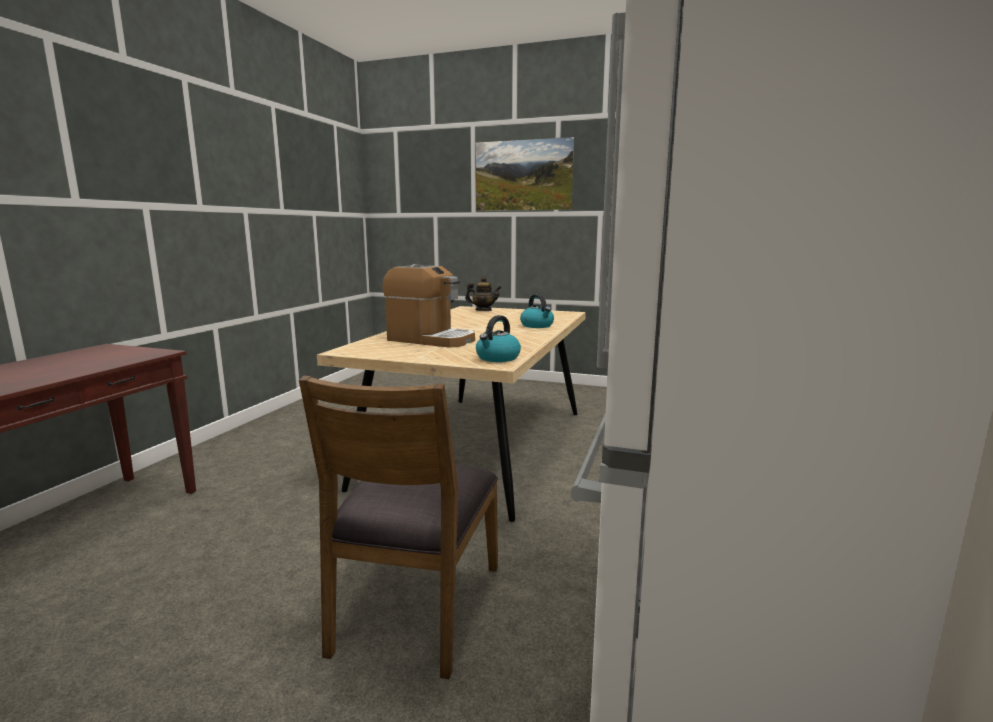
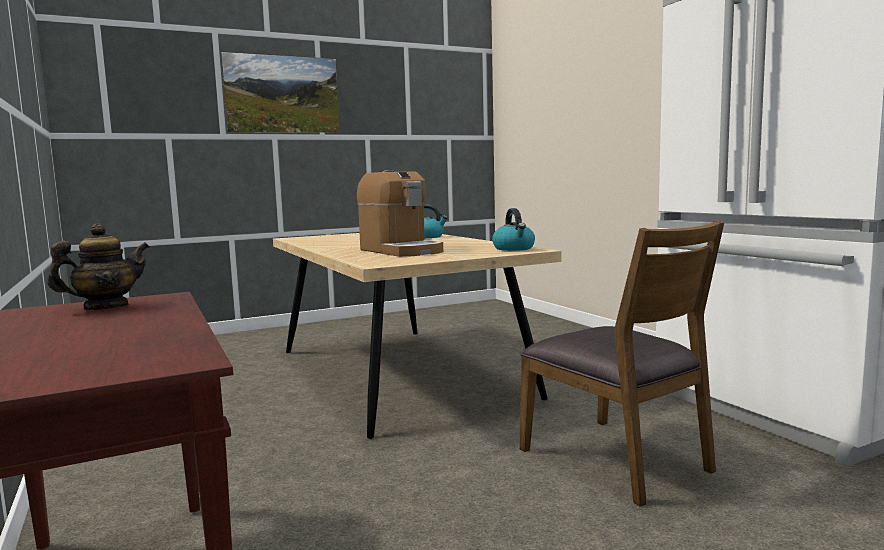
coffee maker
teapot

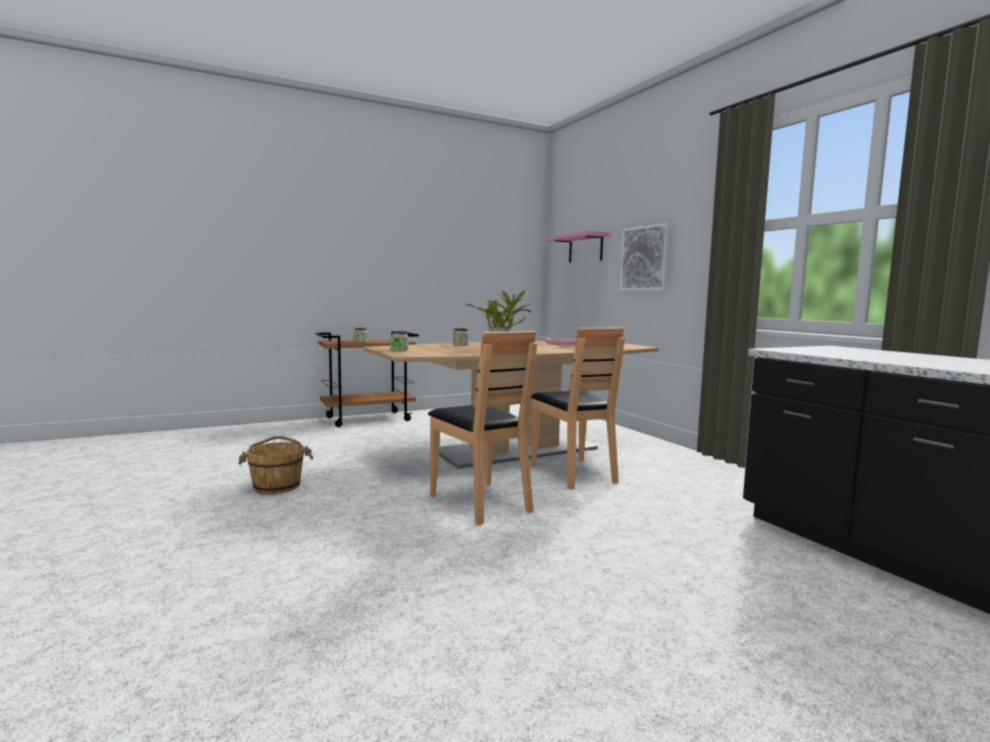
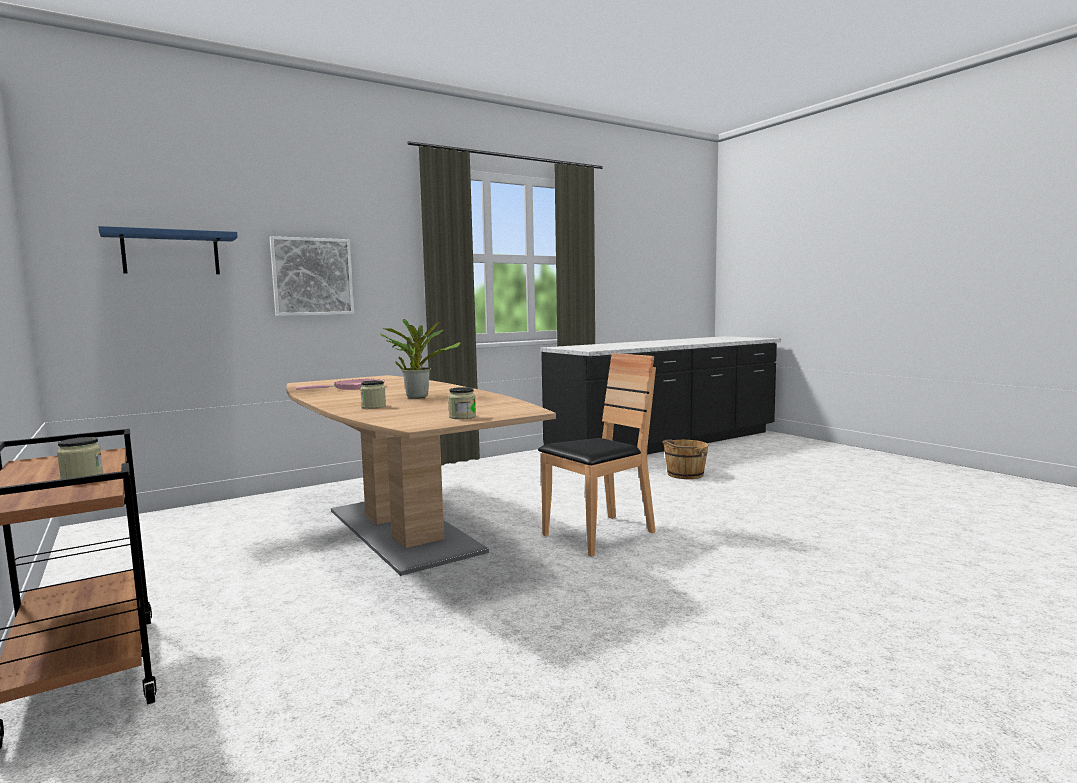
pail (brown)
plain chair (brown) (no. 2 from left in the first image)
bracket shelf (bluish)

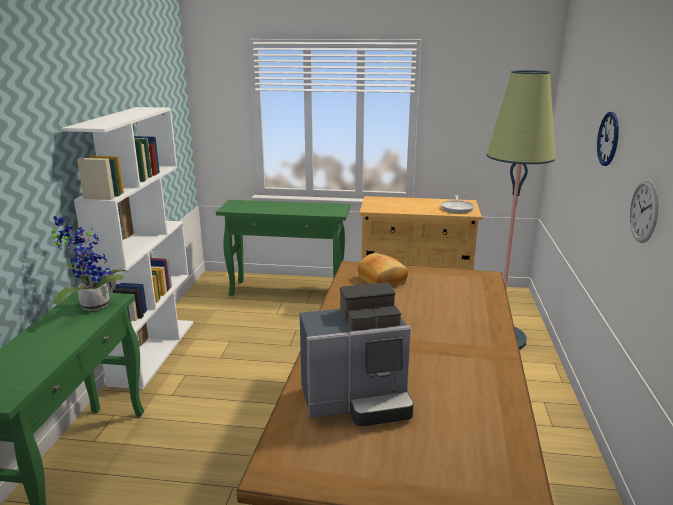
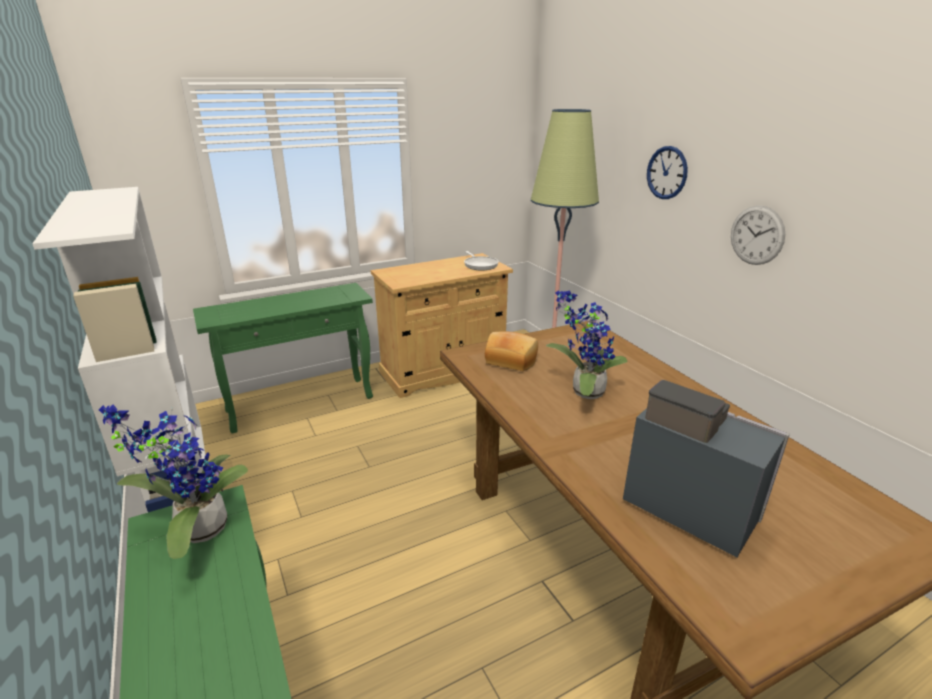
coffee maker
plant in a pot (no. 2 from left)

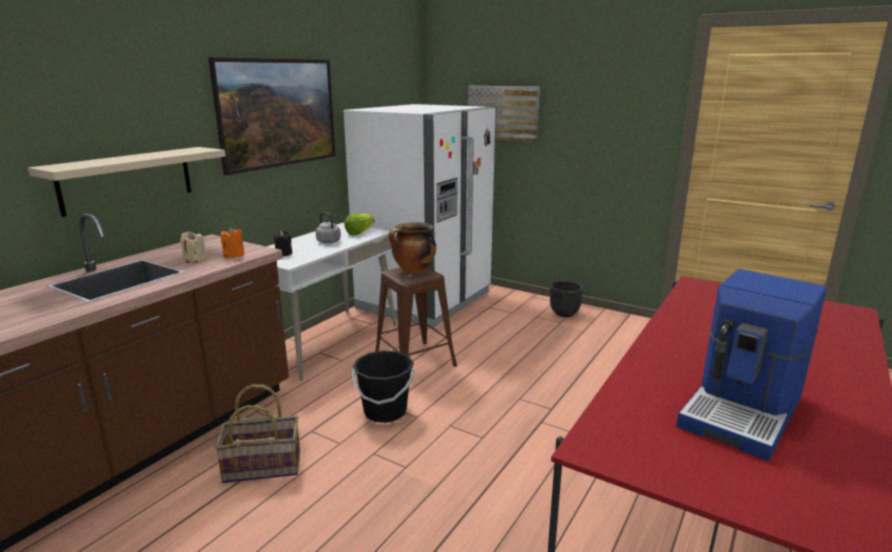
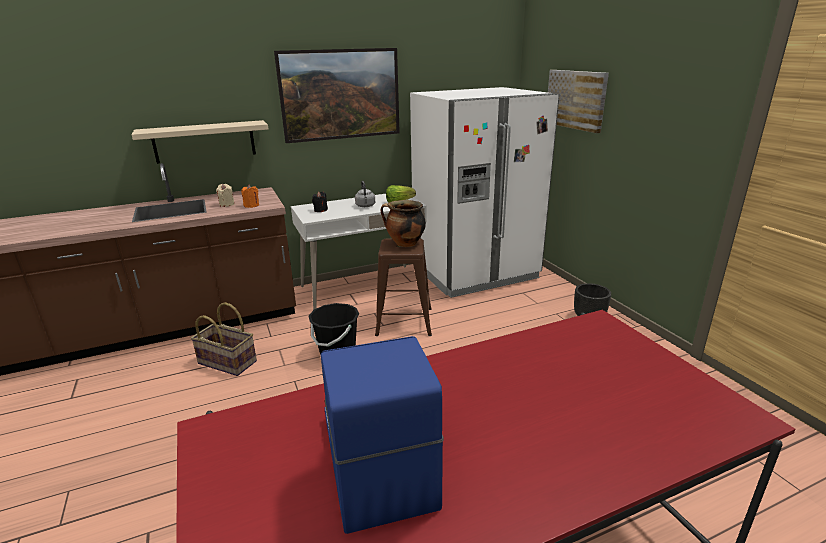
coffee maker

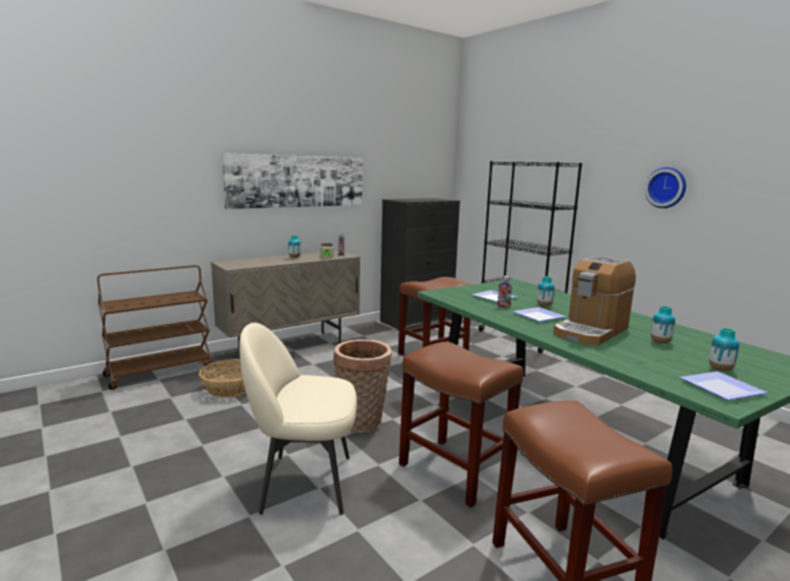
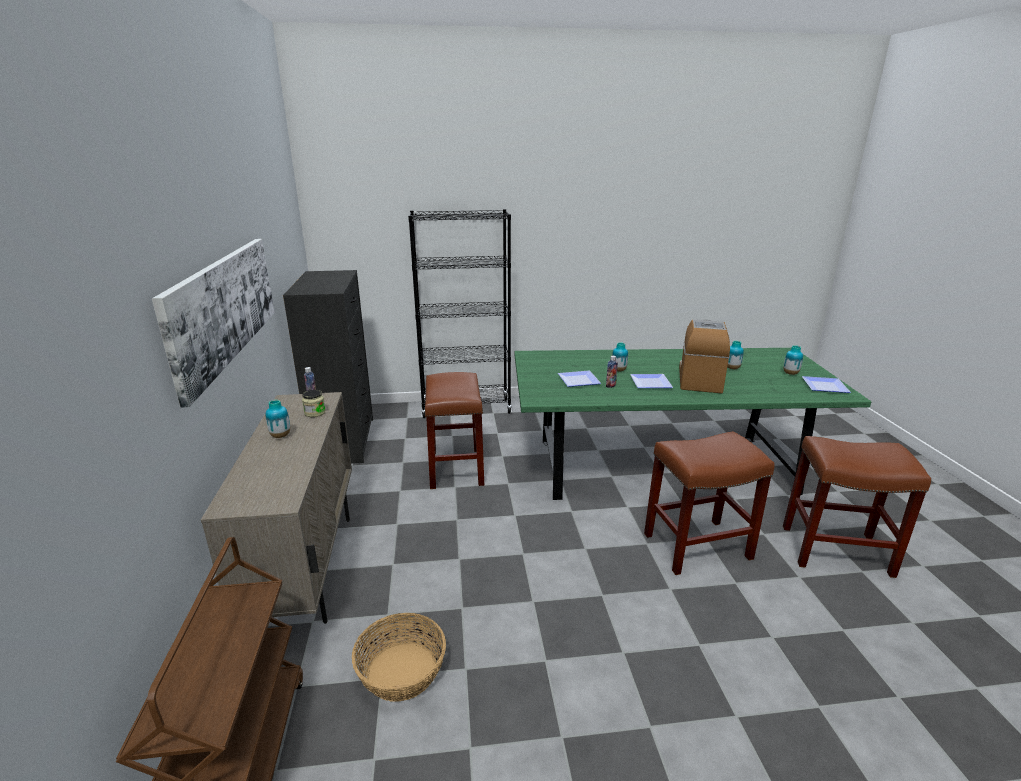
plain chair (sand-coloured)
basket (no. 2 from left in the first image)
coffee maker
wall clock

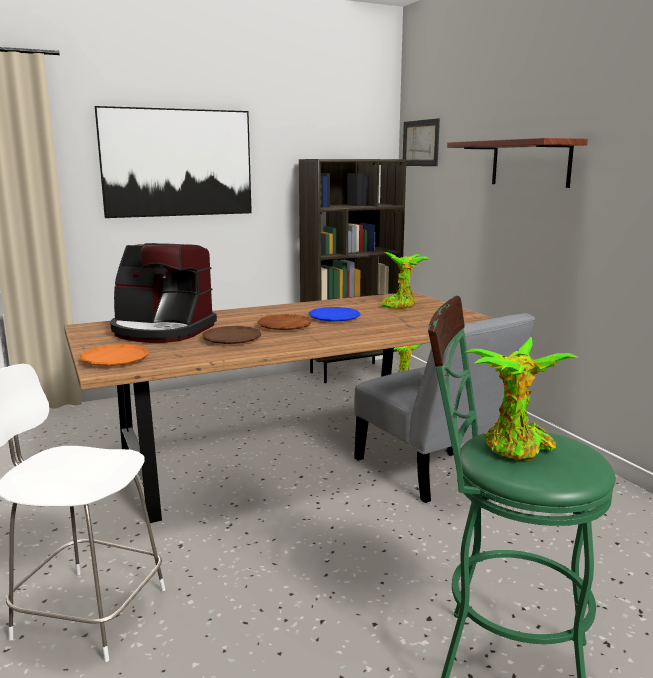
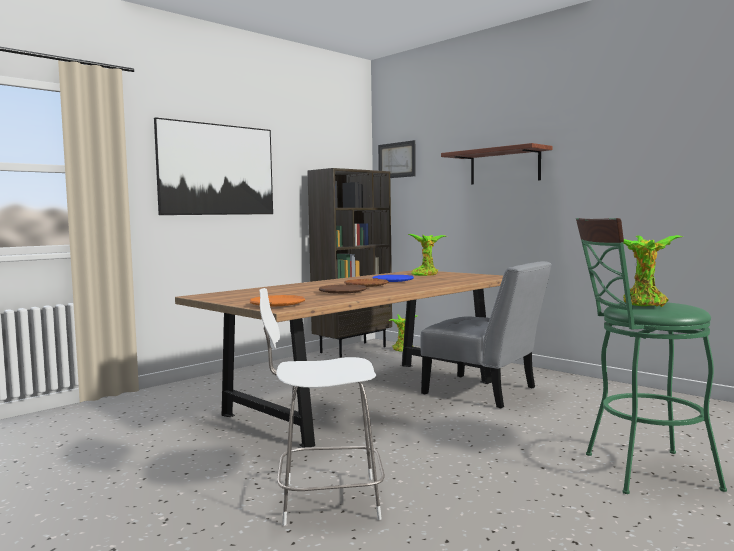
coffee maker

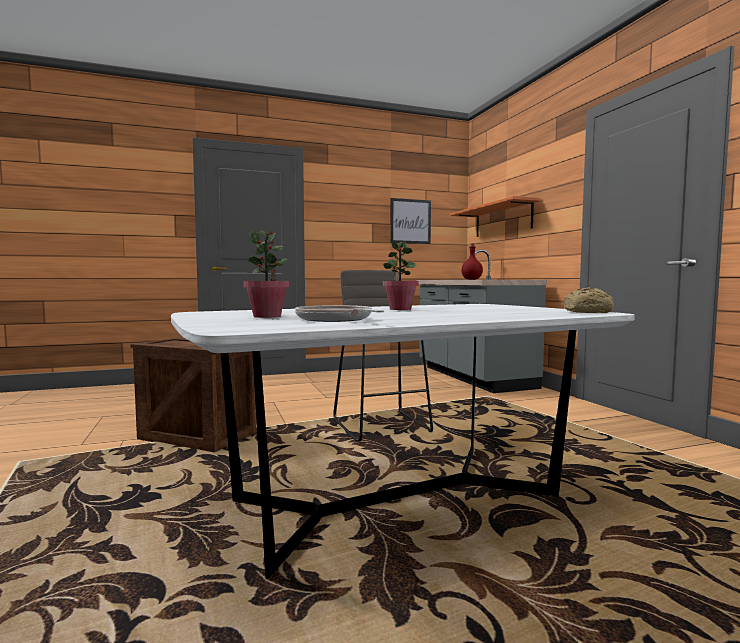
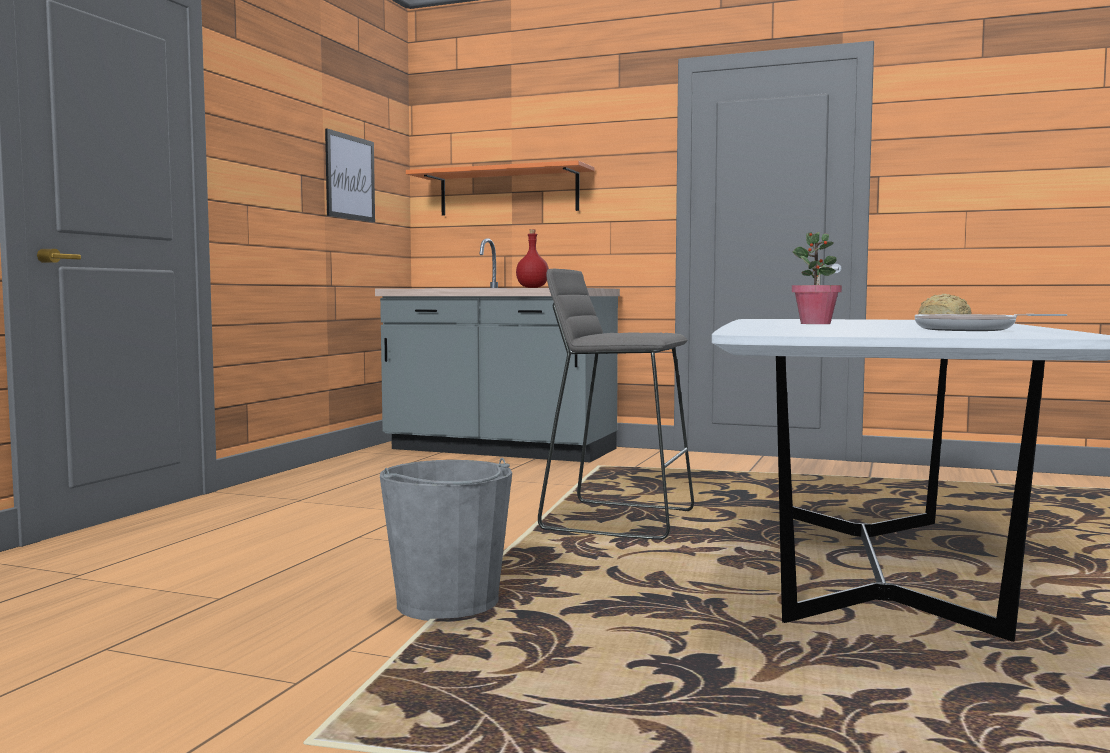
pail (grey)
plant in a pot (no. 1 from left in the first image)

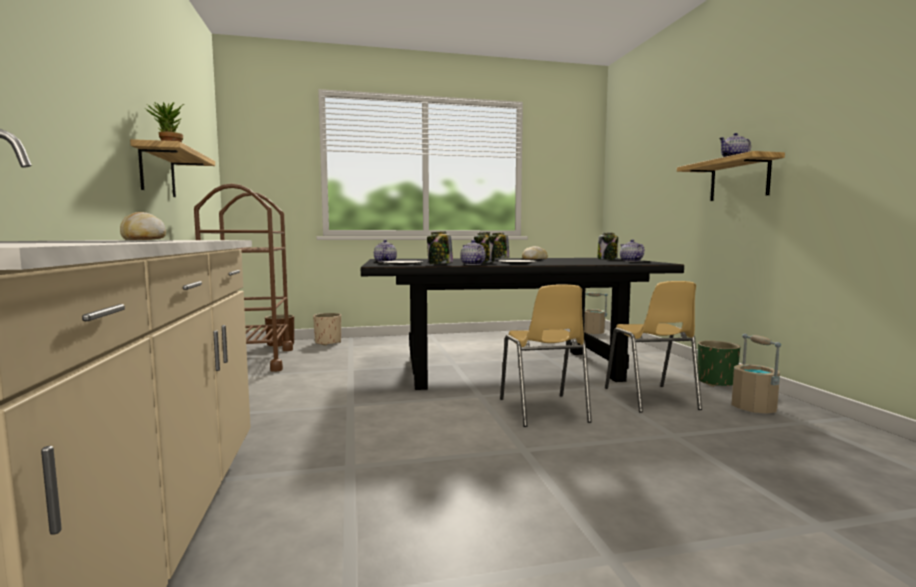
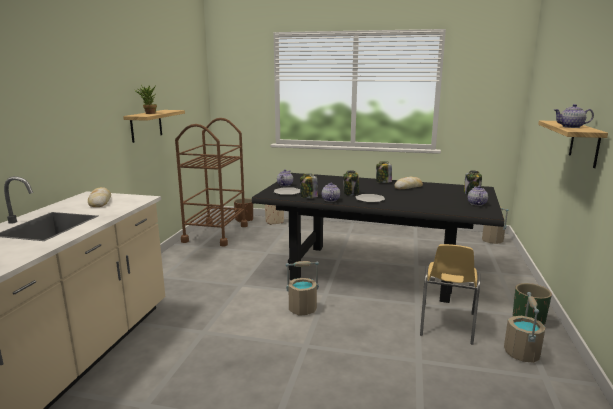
plain chair (yellowish) (no. 1 from left in the first image)
pail (sand-coloured) (no. 1 from left)

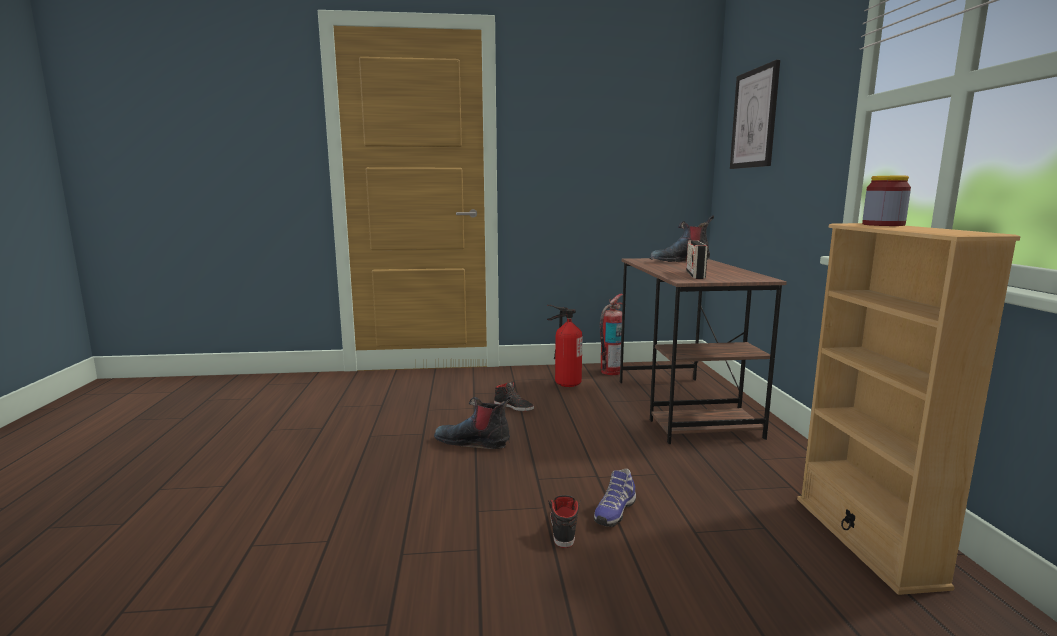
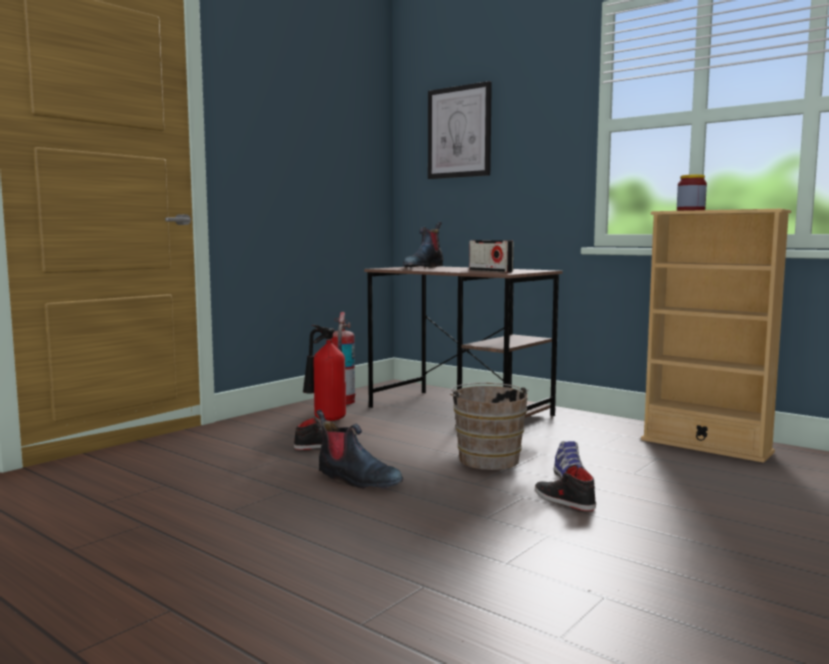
boot (no. 1 from left)
pail (brown)

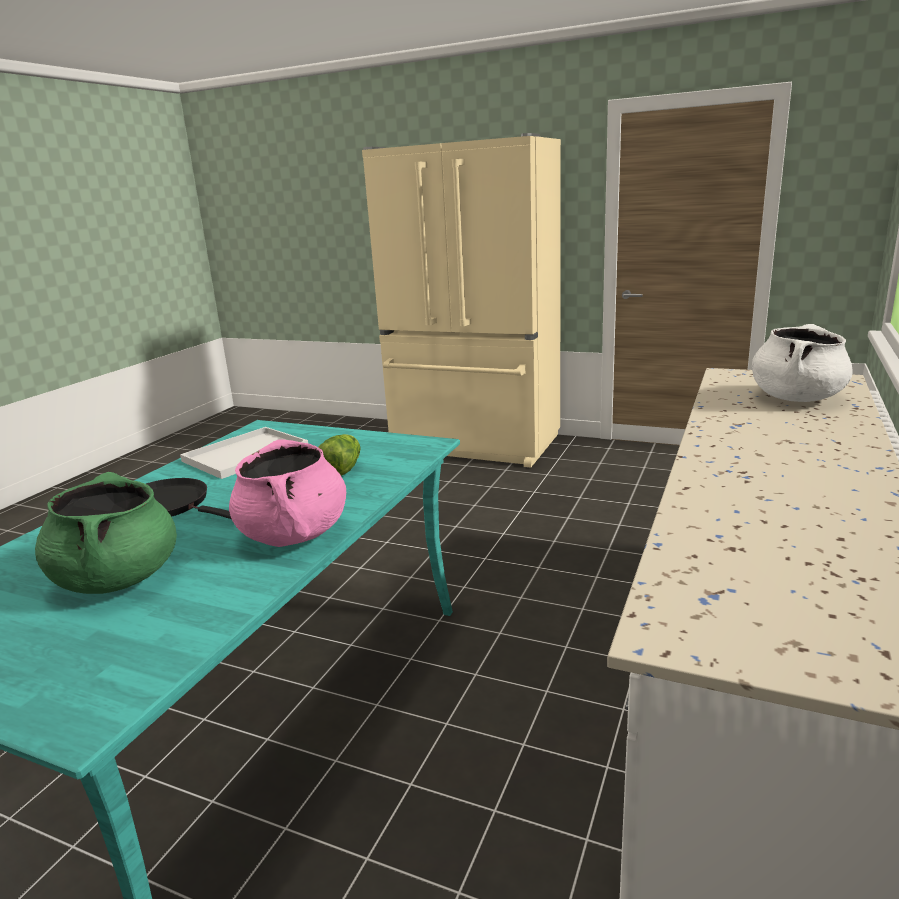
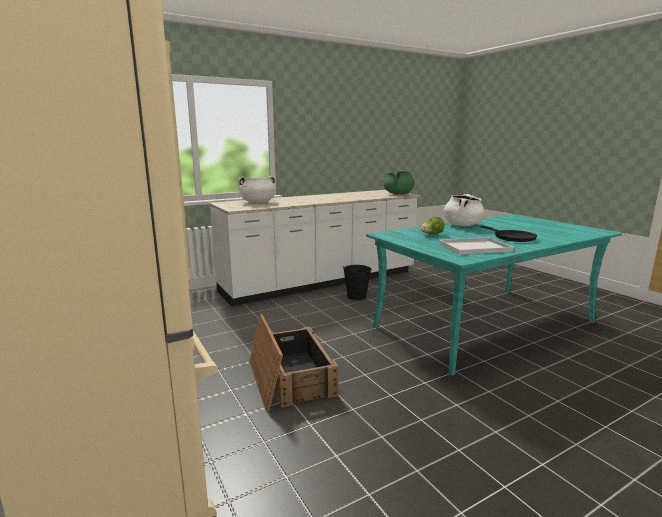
saucepot (green-coloured)
saucepot (white) (no. 2 from left)
crate
pail (blackish)

